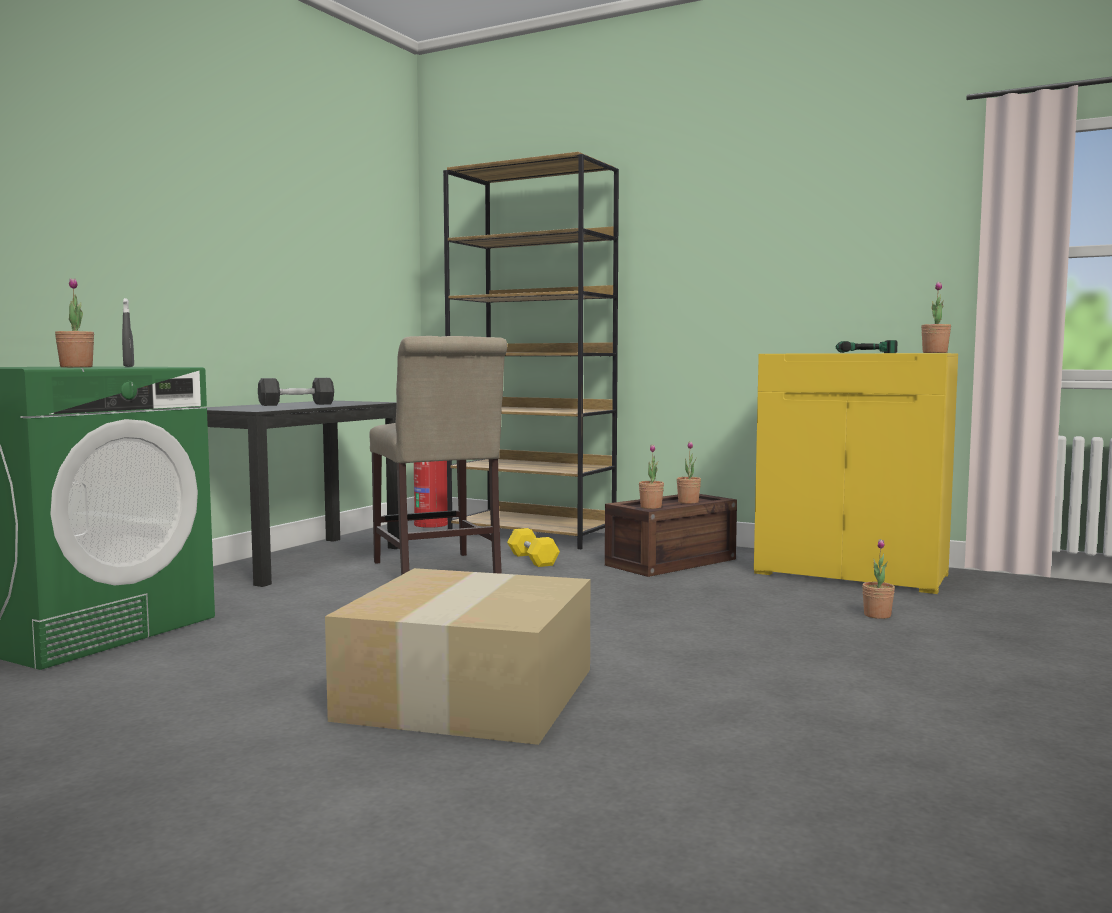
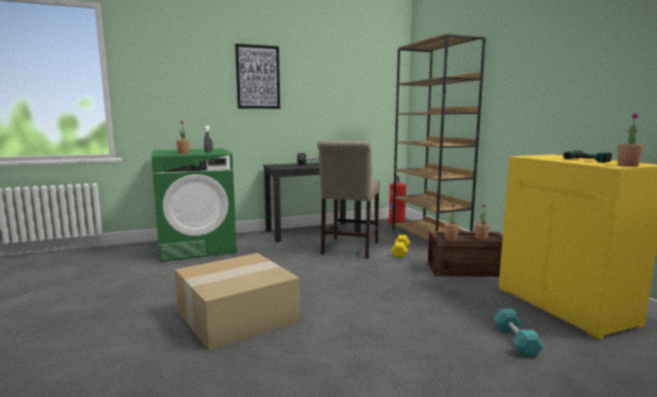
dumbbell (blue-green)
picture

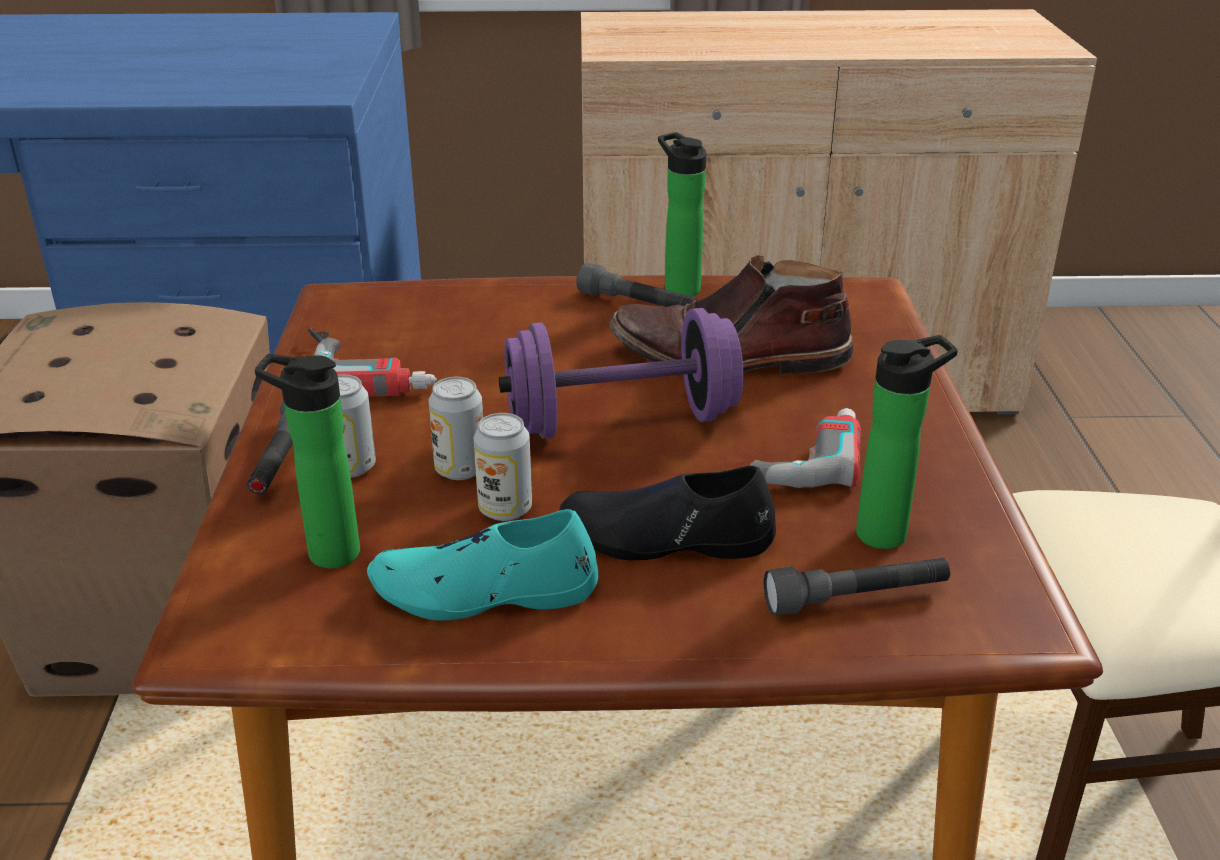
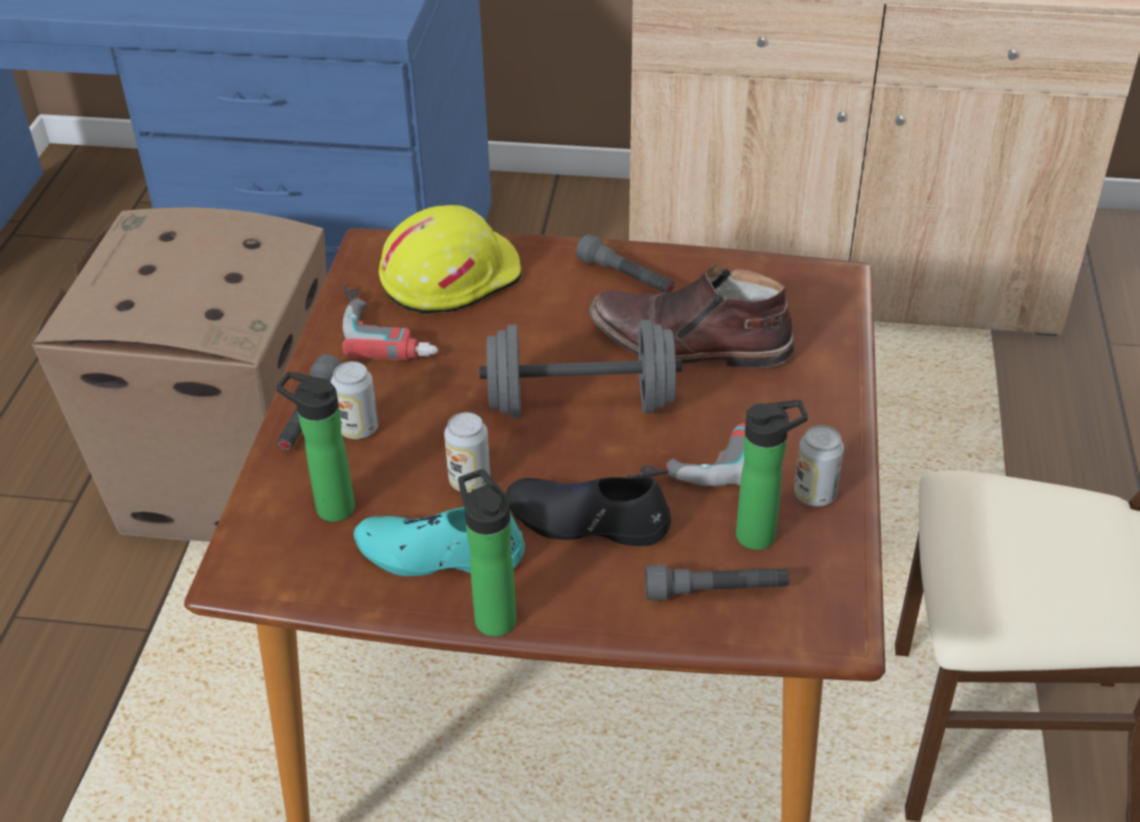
sealed can (no. 3 from left)
dumbbell (grey)
drink bottle (no. 2 from left)
hard hat (yellowish)

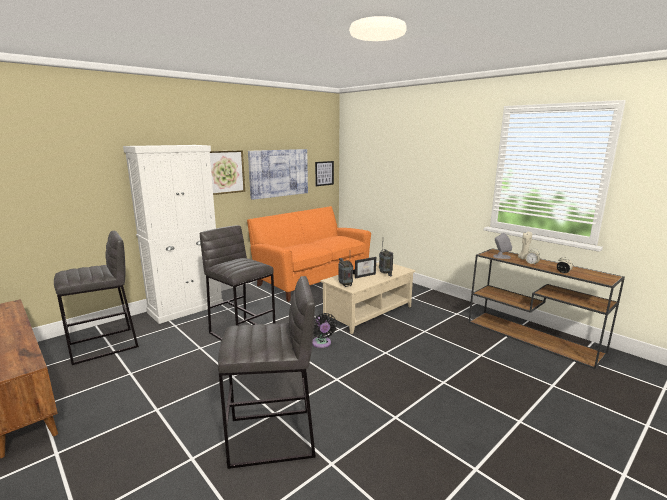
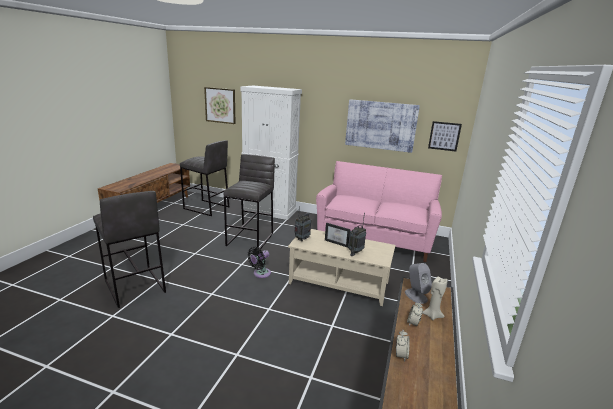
picture (no. 1 from left)
sofa (pinkish)

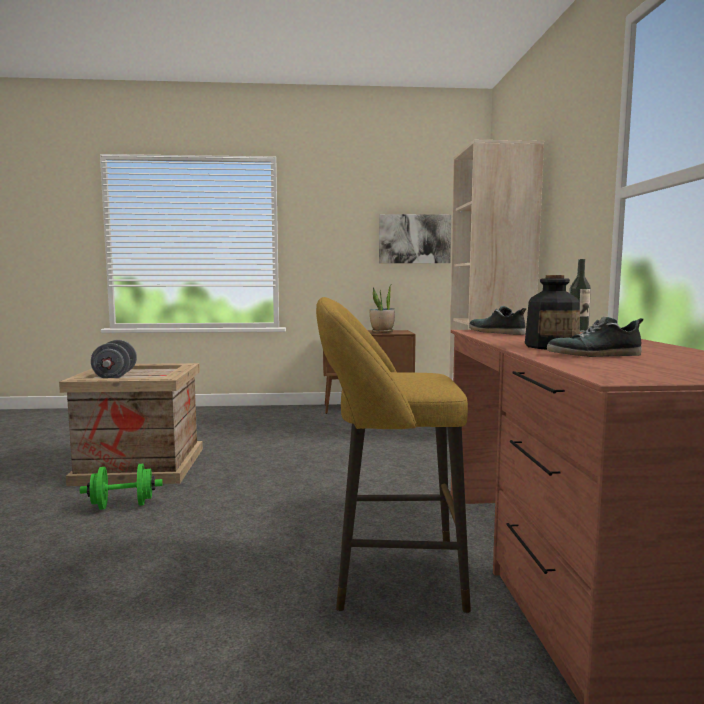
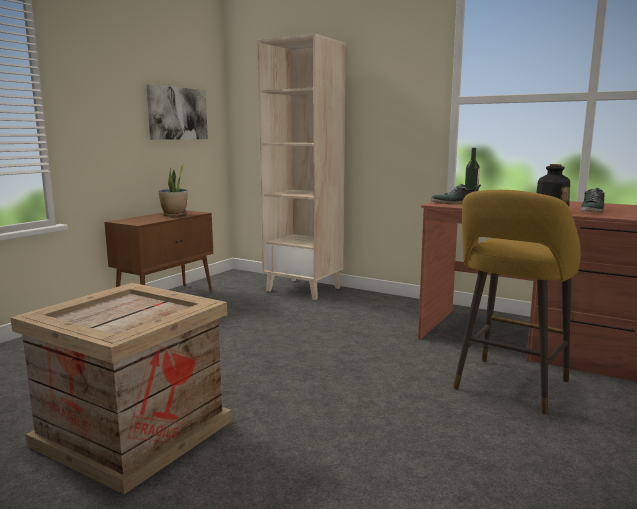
dumbbell (green-coloured)
dumbbell (grey)

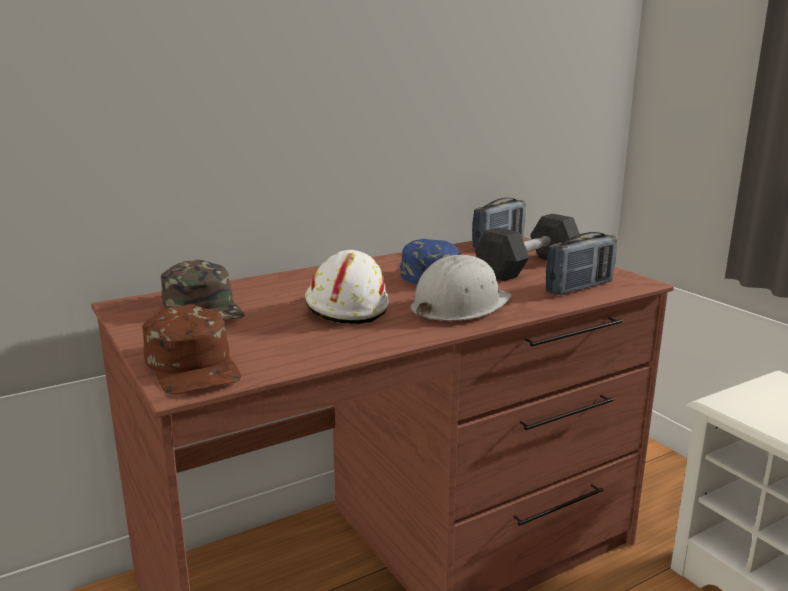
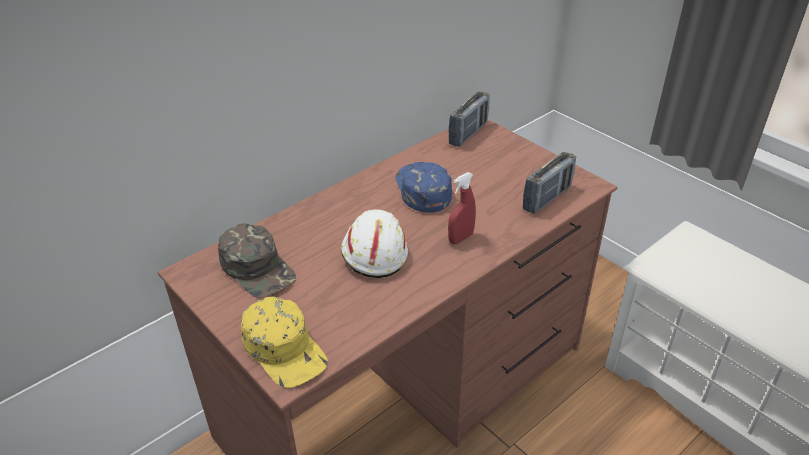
baseball cap (yellowish)
spray bottle (reddish)
dumbbell (grey)

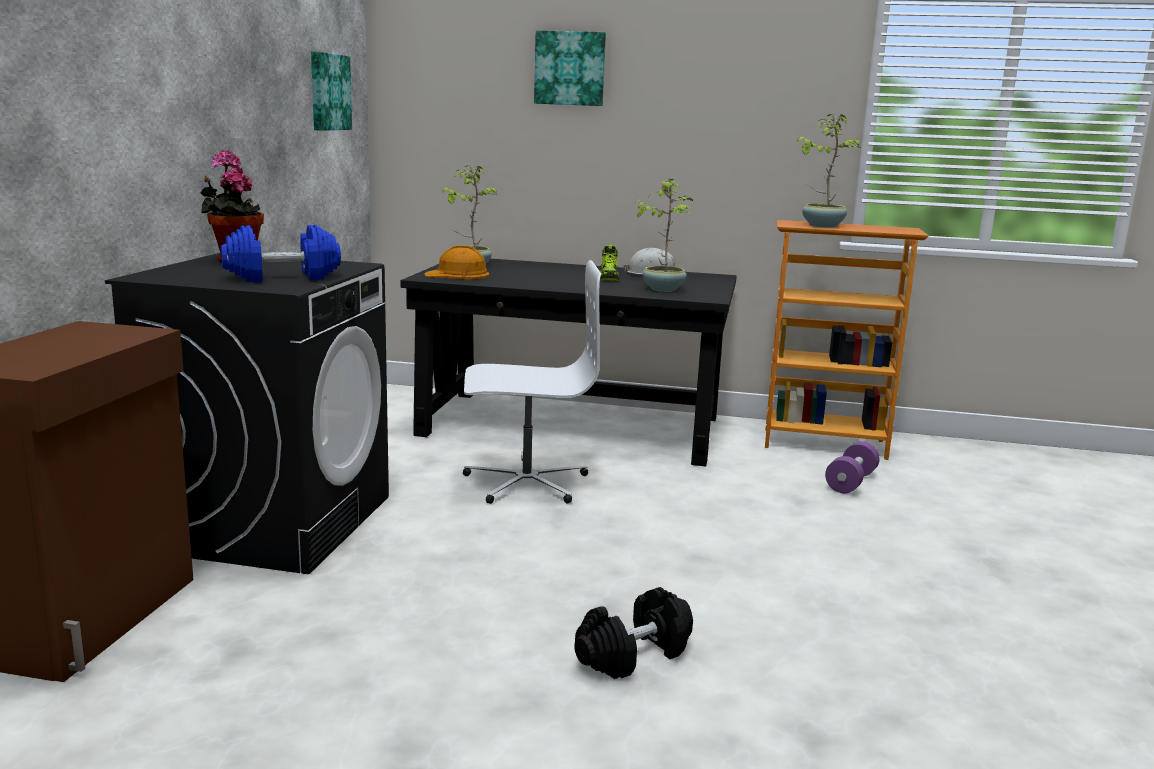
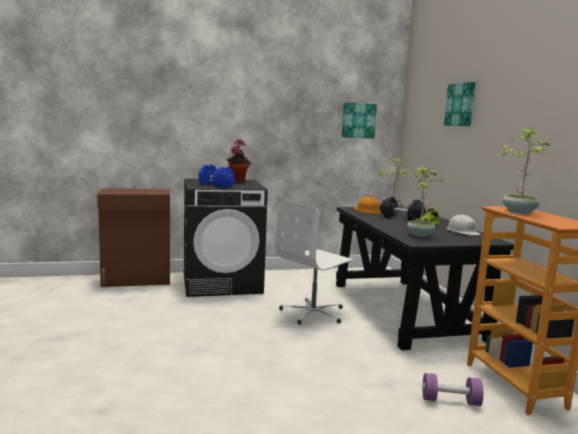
desk chair (white)
dumbbell (blackish)

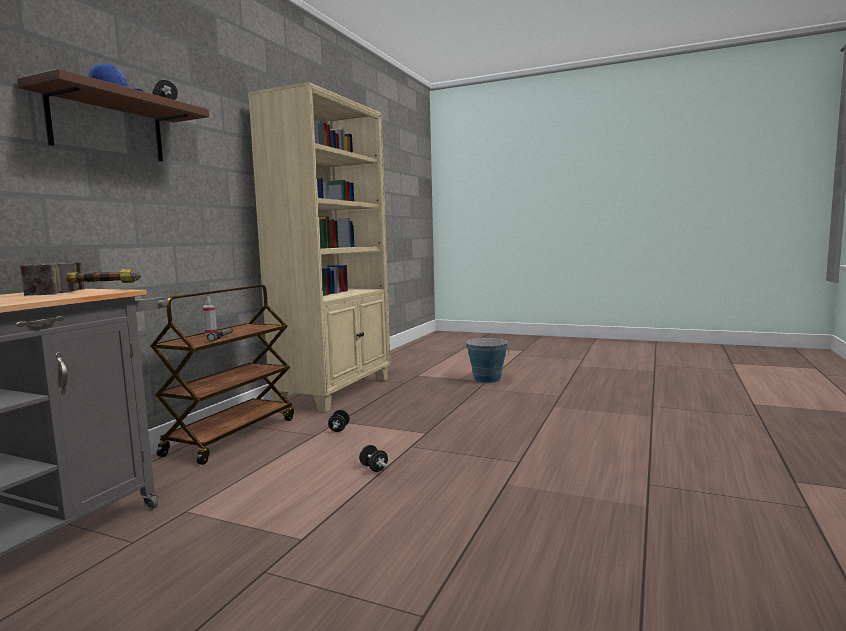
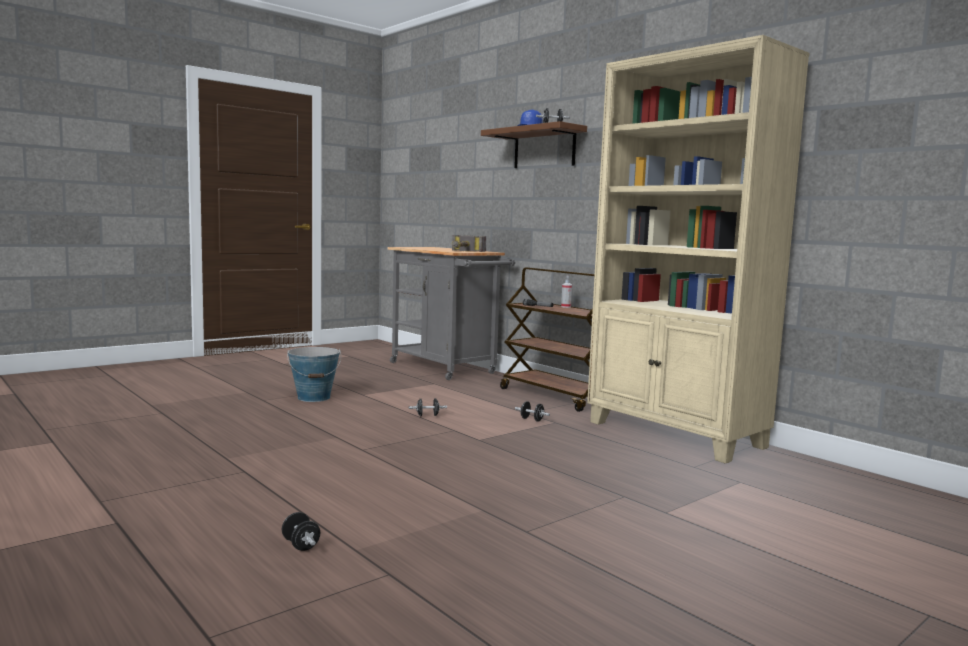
pail
dumbbell (blackish) (no. 1 from left)

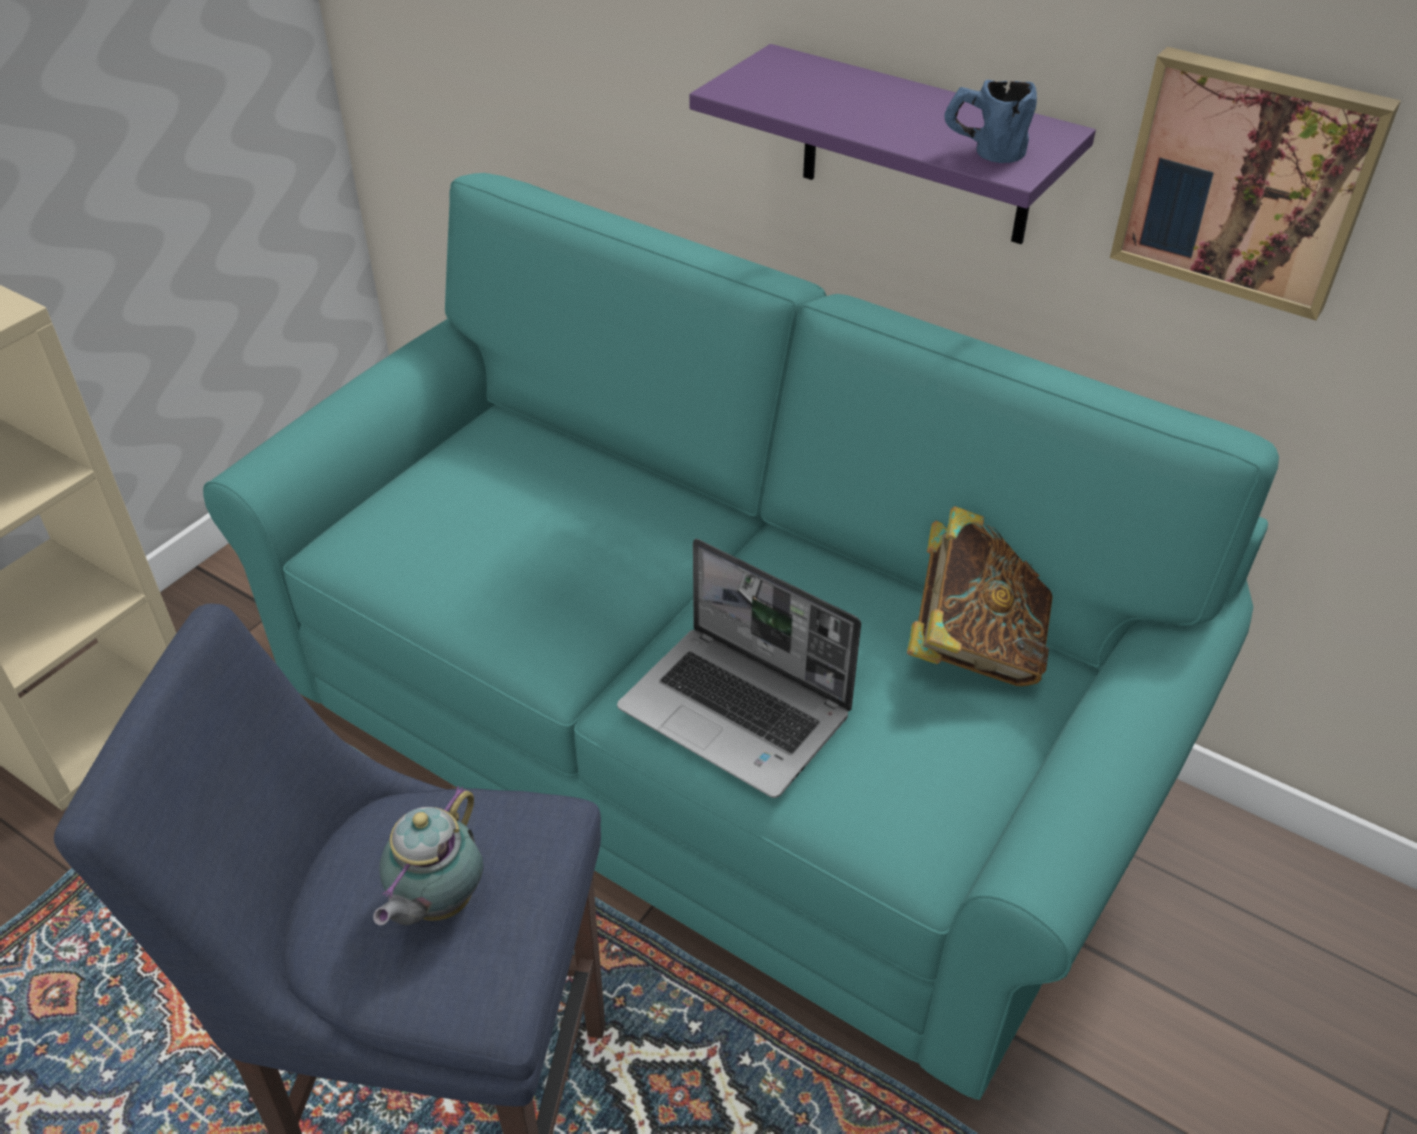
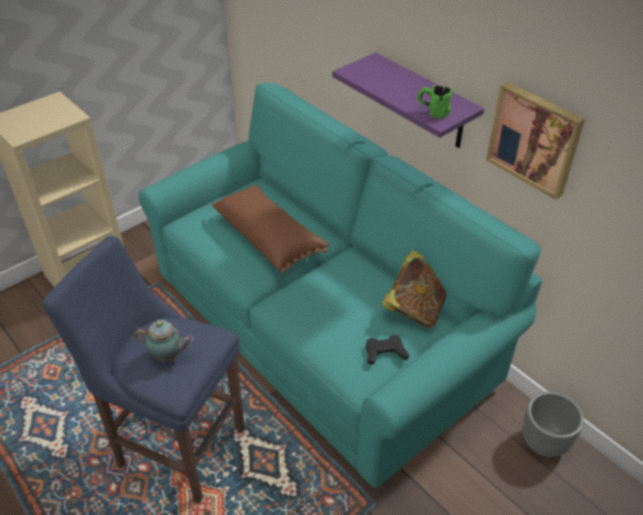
teapot
notebook computer
tea mug (green-coloured)
throw pillow (brown)
gamepad (blackish)
flower pot (grey)

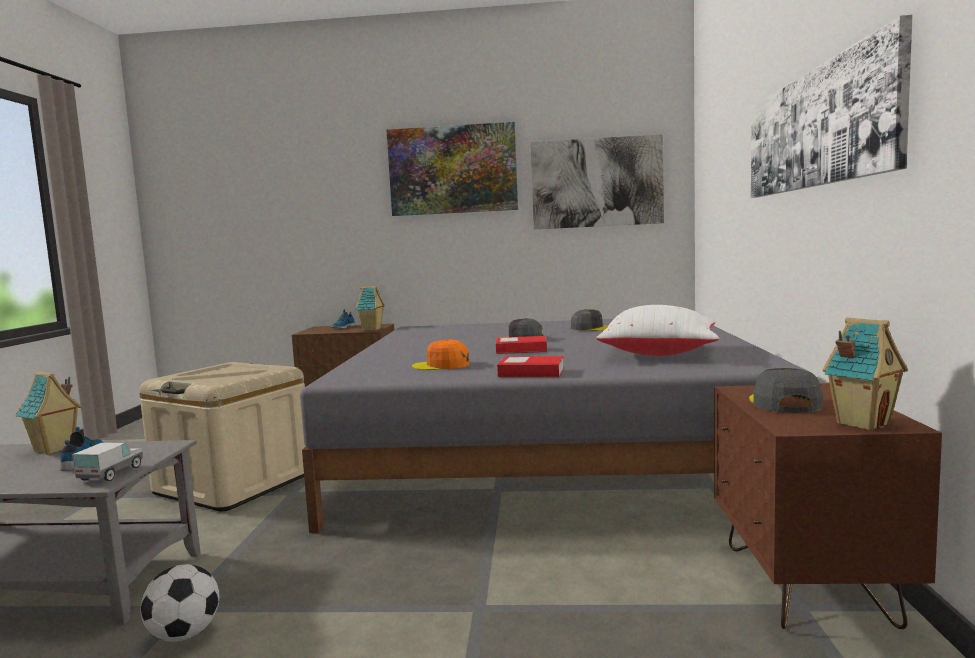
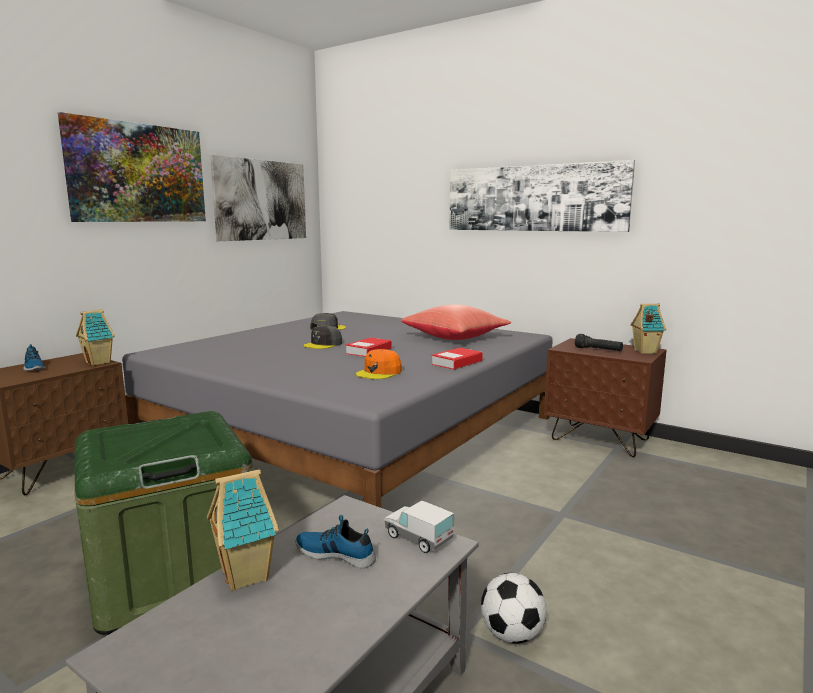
storage box (green-coloured)
throw pillow (reddish)
flashlight (blackish)

